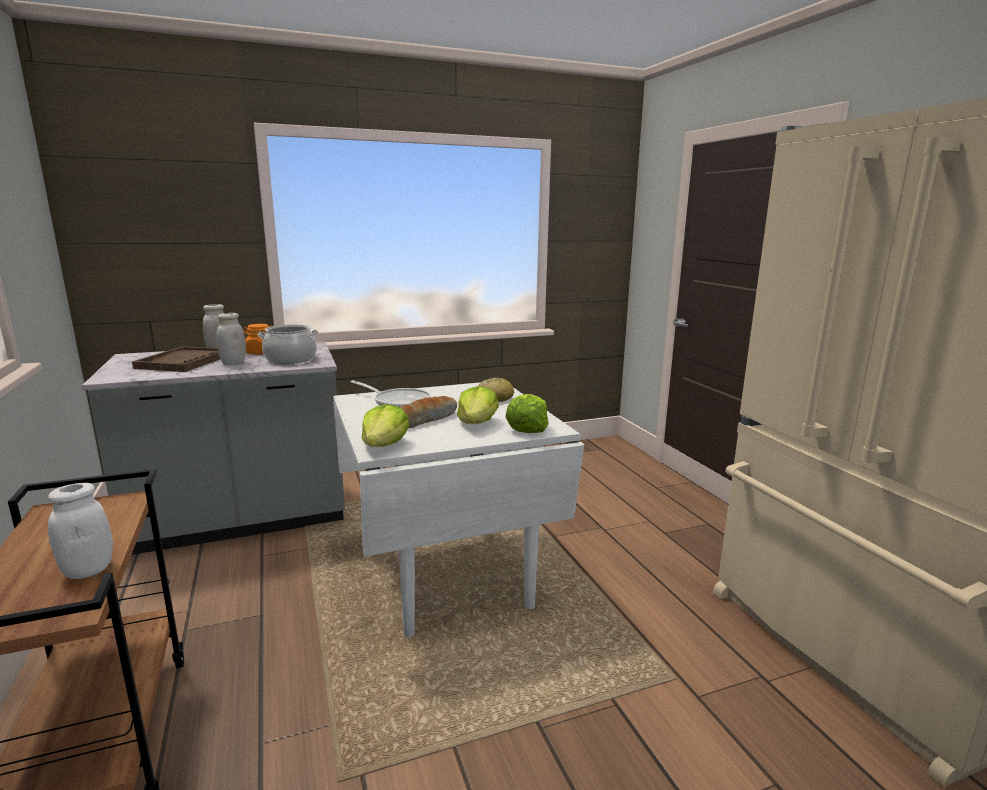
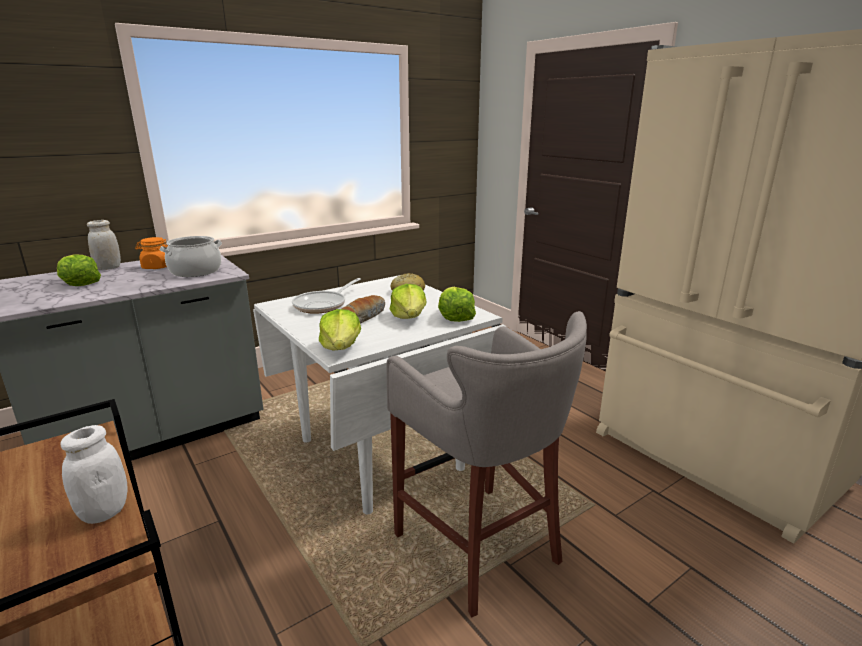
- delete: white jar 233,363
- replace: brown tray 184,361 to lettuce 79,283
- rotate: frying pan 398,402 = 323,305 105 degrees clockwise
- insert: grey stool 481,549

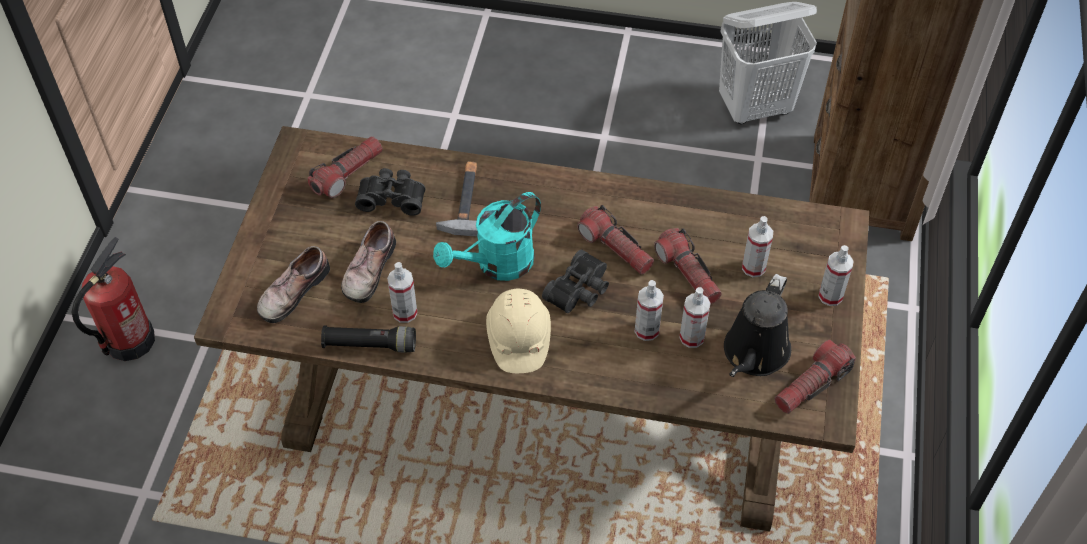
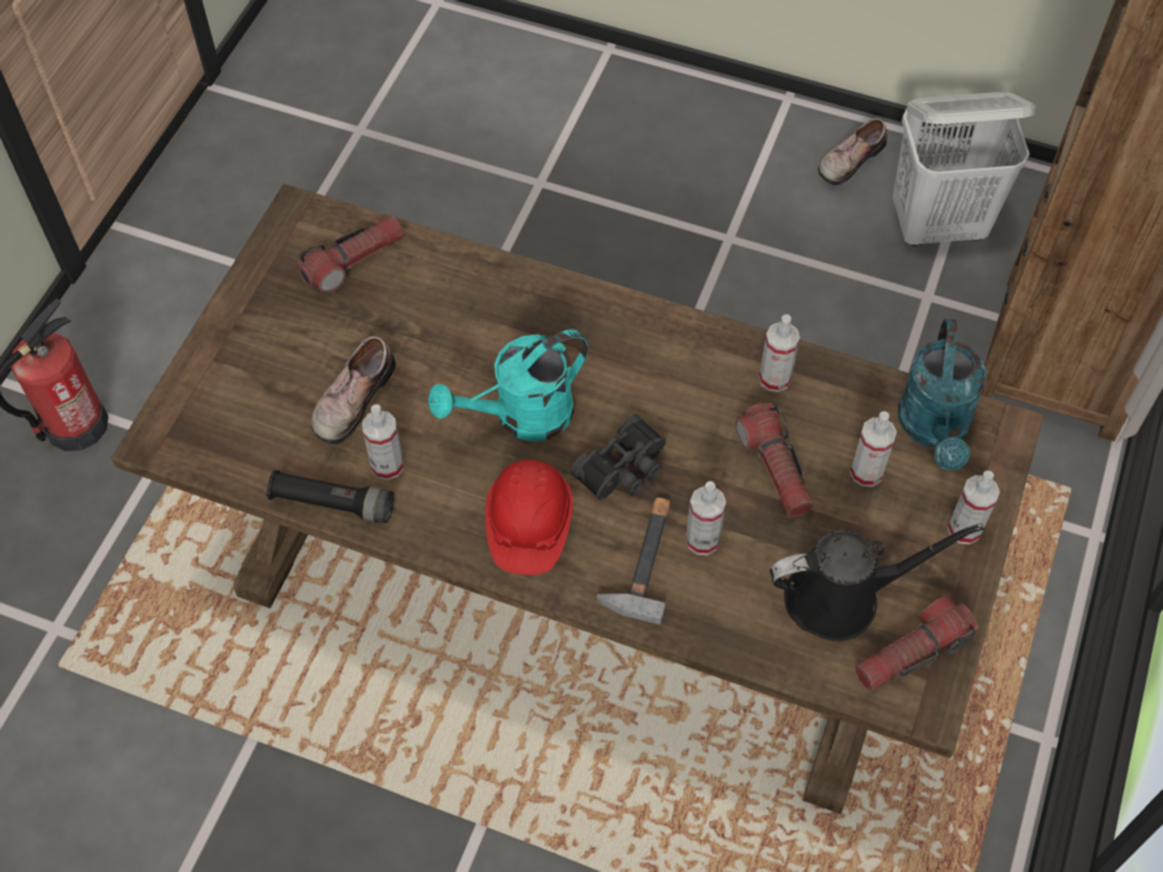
- move: hammer 464,200 to 643,559
- delete: black binoculars 392,197
- delete: flashlight 615,248
- move: shoe 292,291 to 849,159
- rotate: black watering can 754,354 = 841,597 135 degrees counterclockwise
- move: spray bottle 692,337 to 774,378
- recolor: beige hard hat 518,338 to red hard hat 528,525
- insert: turquoise watering can 934,430

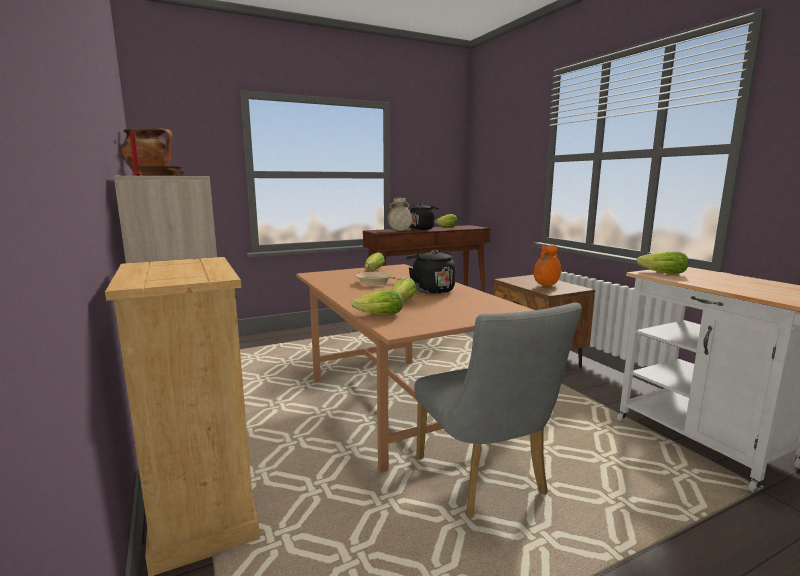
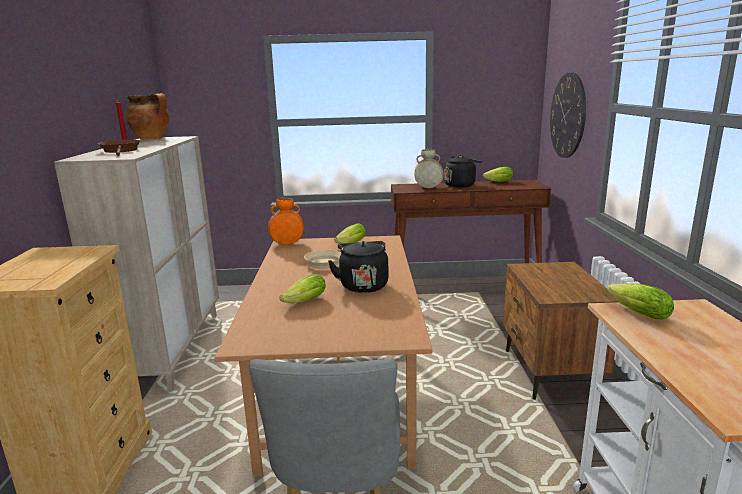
- move: orange vase 546,285 to 287,244
- delete: lettuce 377,315
- insert: wall clock 567,115

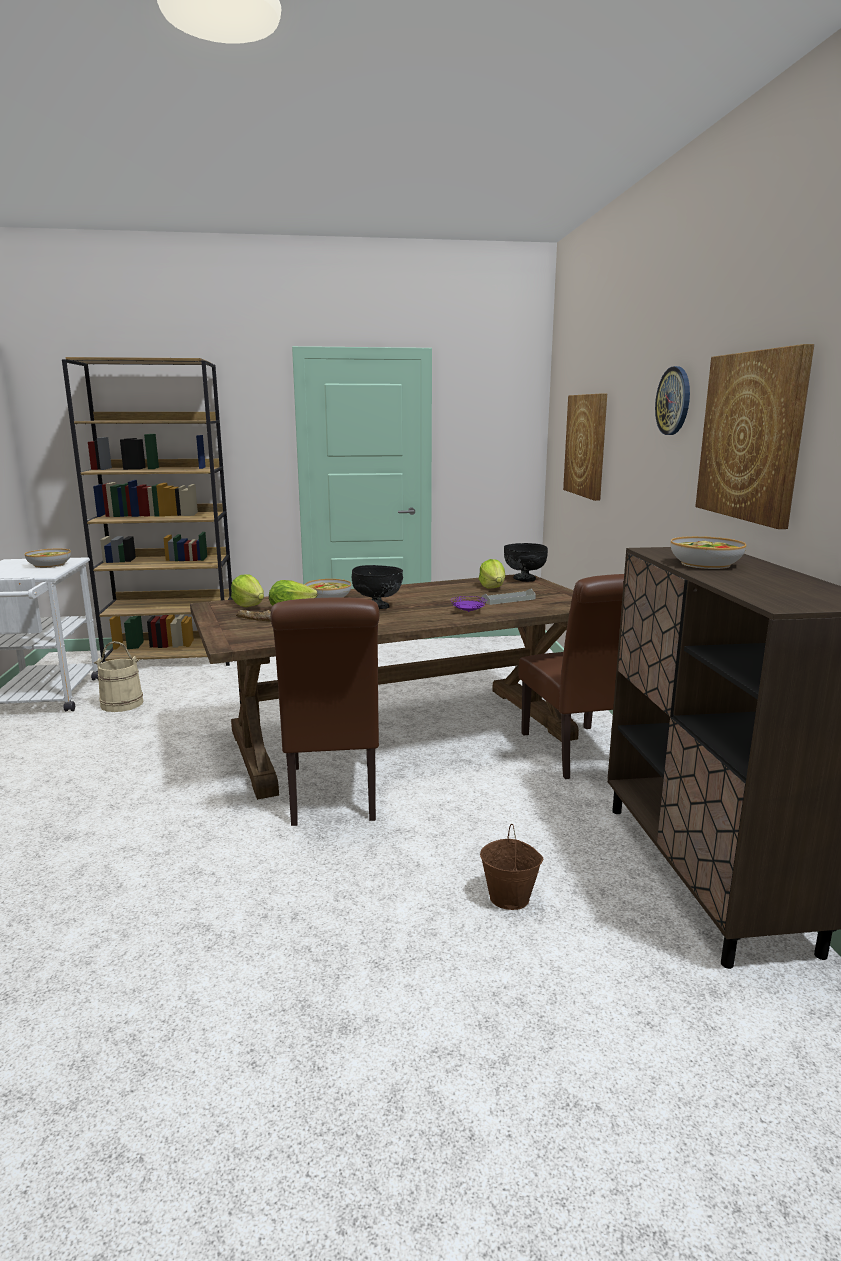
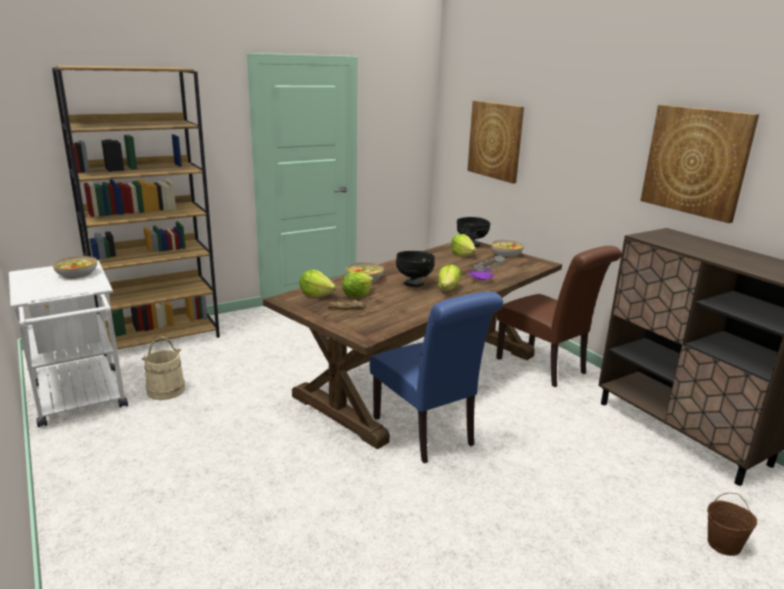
- delete: wall clock 674,401
- move: bowl 705,564 to 506,254
- recolor: brown chair 333,796 to blue chair 427,434
- move: brown bucket 510,897 to 724,544
- insert: lettuce 448,289

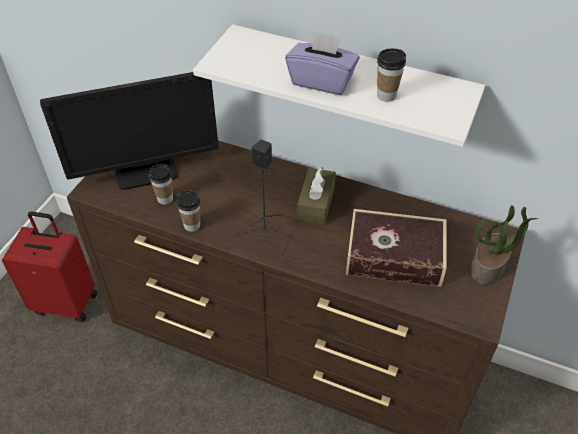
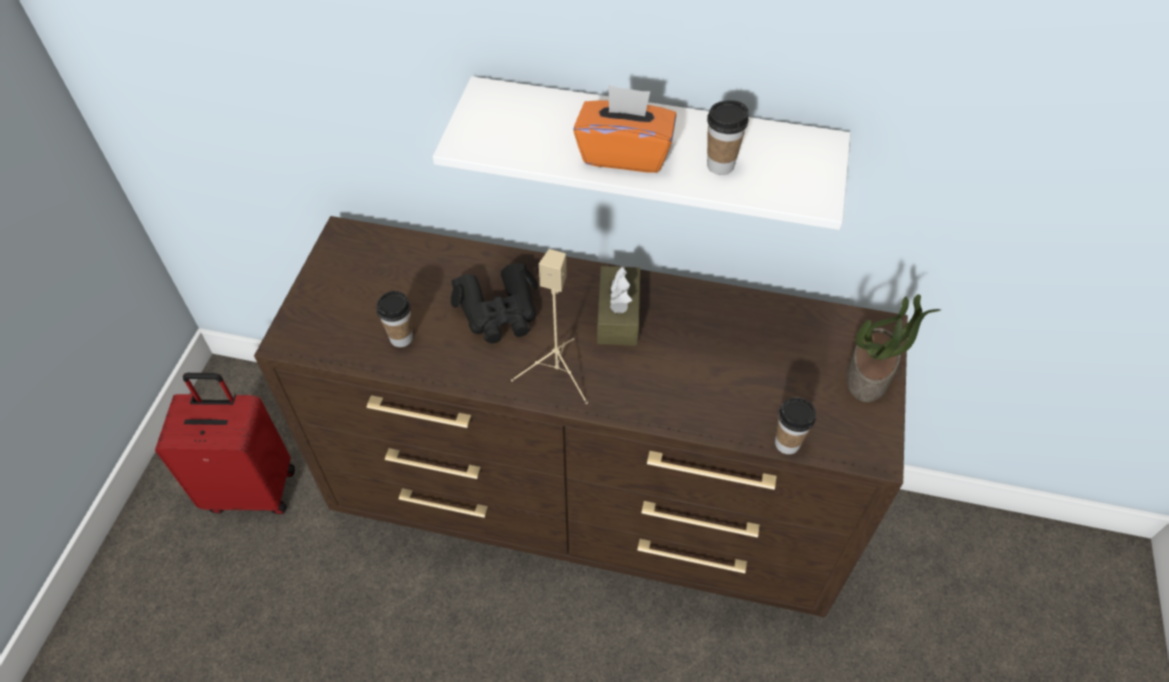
- recolor: purple tissue box 322,81 to orange tissue box 624,154
- delete: monitor 146,171
- recolor: black speaker 265,235 to beige speaker 558,374
- move: cup 192,225 to 787,443
- delete: book 394,256
- insert: black binoculars 499,312

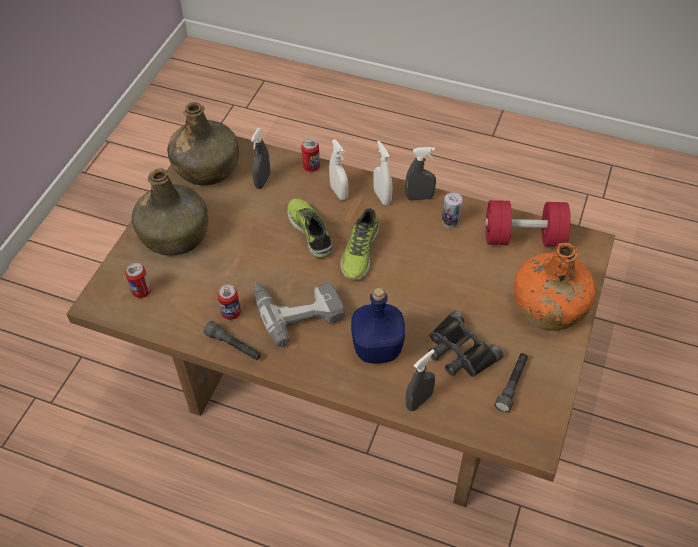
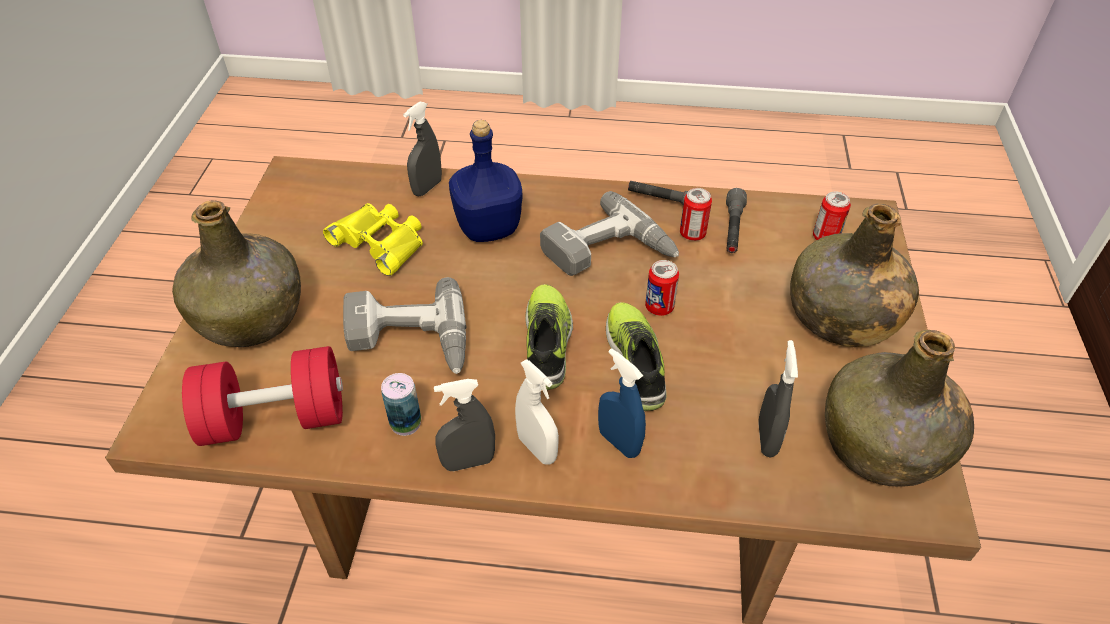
- move: can 311,167 to 659,307
- recolor: white spray bottle 339,192 to blue spray bottle 619,442
- rotate: shoe 311,231 = 637,361 150 degrees counterclockwise
- recolor: orange bottle 548,307 to green bottle 251,315
- recolor: black binoculars 459,351 to yellow binoculars 381,242
- move: grey flashlight 512,385 to 732,229
- insert: power drill 408,342

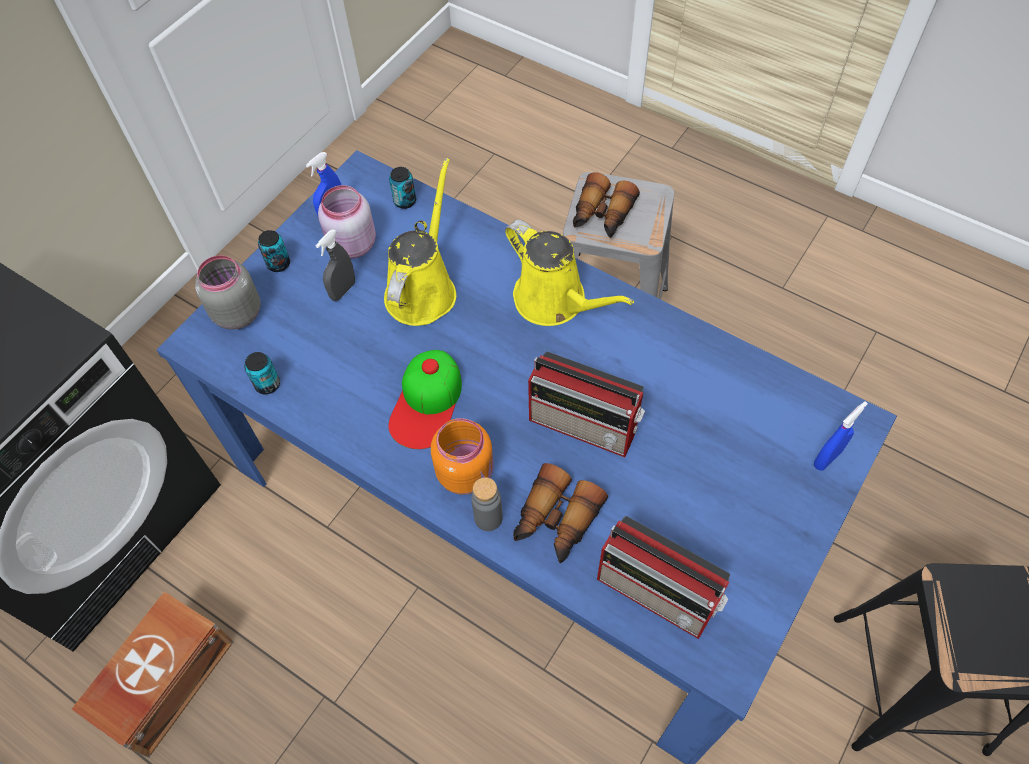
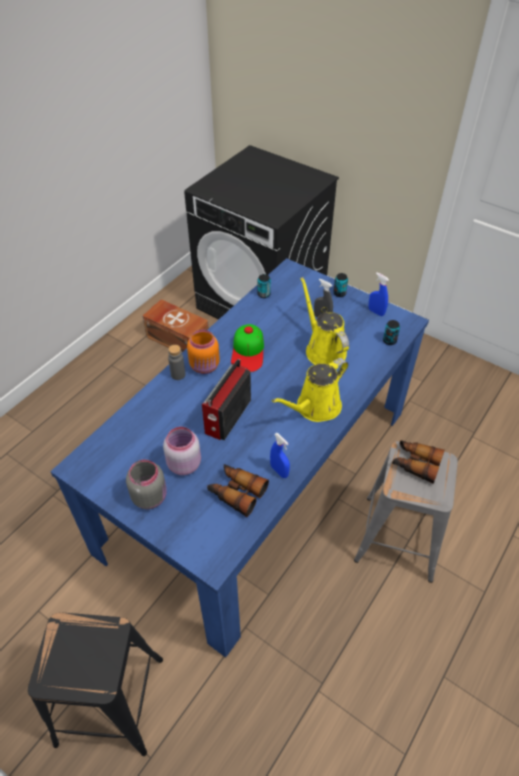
- rotate: yellow watering can 423,289 = 323,349 135 degrees counterclockwise
- move: pink jar 351,245 to 183,463
- move: grey jar 236,313 to 150,496
- rotate: cap 427,403 = 248,351 105 degrees counterclockwise
- move: blue spray bottle 827,458 to 279,471
- move: binoculars 556,521 to 236,492
- delete: radio 658,594

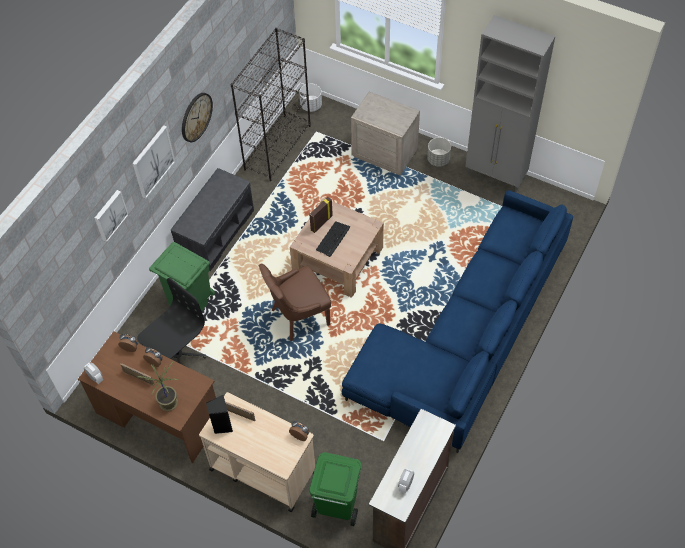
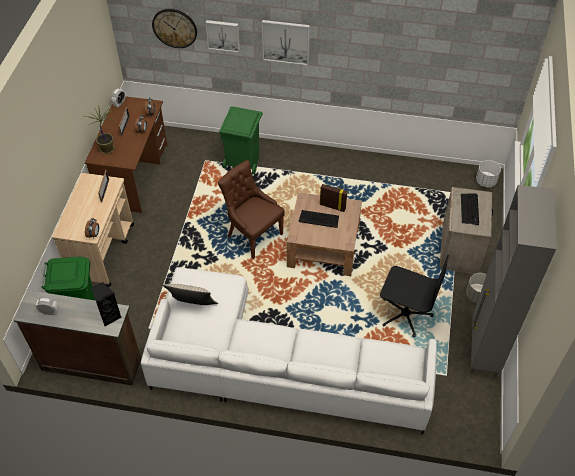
- delete: black bookcase 277,147
- move: wall clock 196,117 to 174,28
- delete: grey bench 216,232
- recolor: blue sofa 465,337 to white sofa 276,367
- move: black office chair 177,355 to 405,313
- move: black speaker 222,425 to 109,316
- insert: keyboard 469,209
- insert: beige pillow 193,306

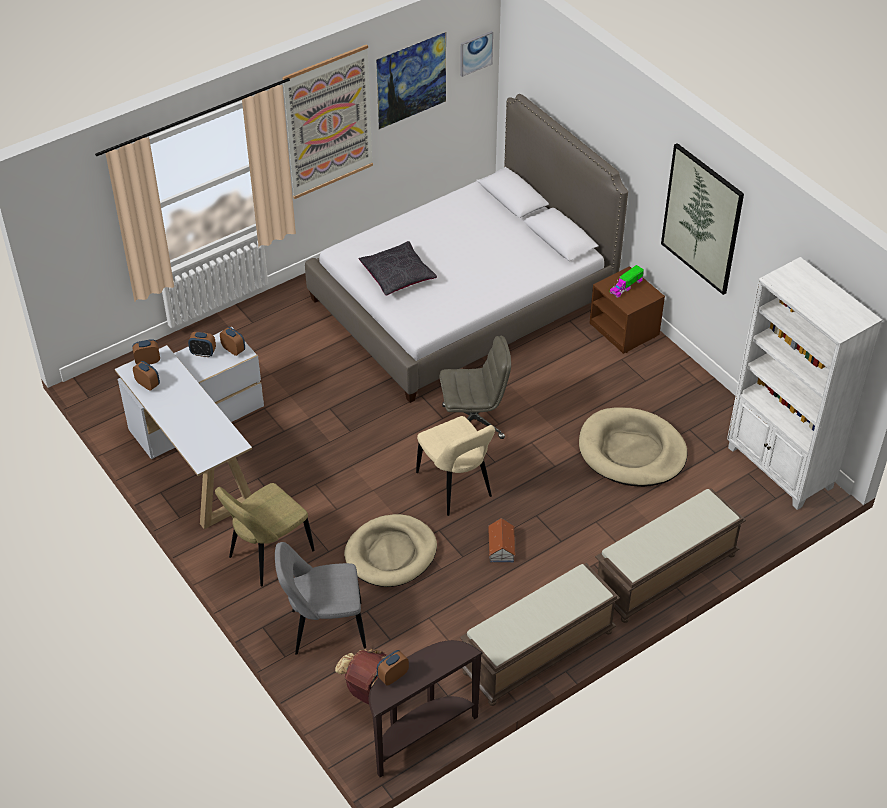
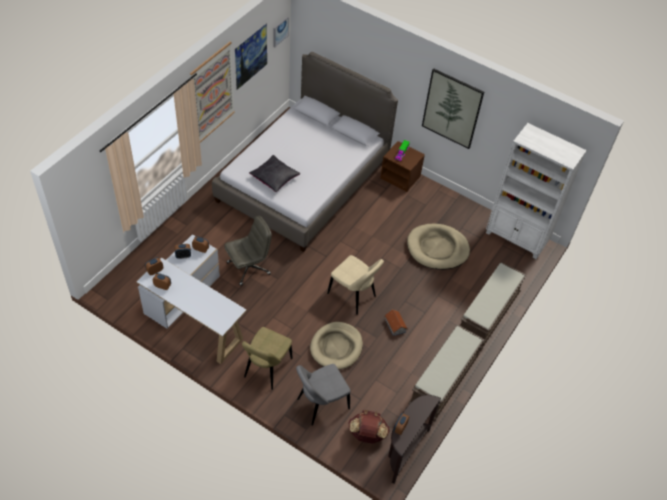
- move: grey office chair 474,421 to 249,268

